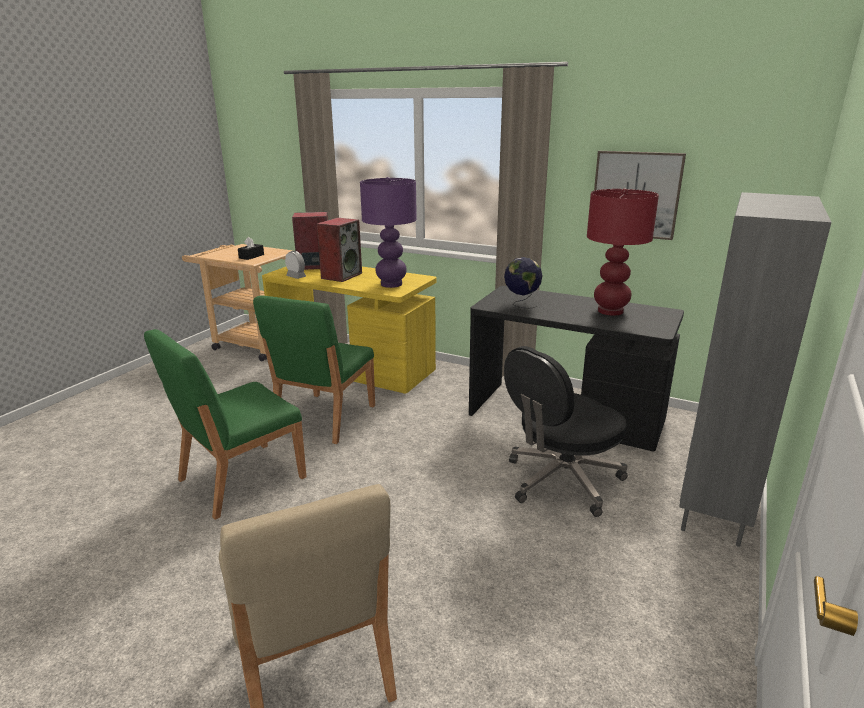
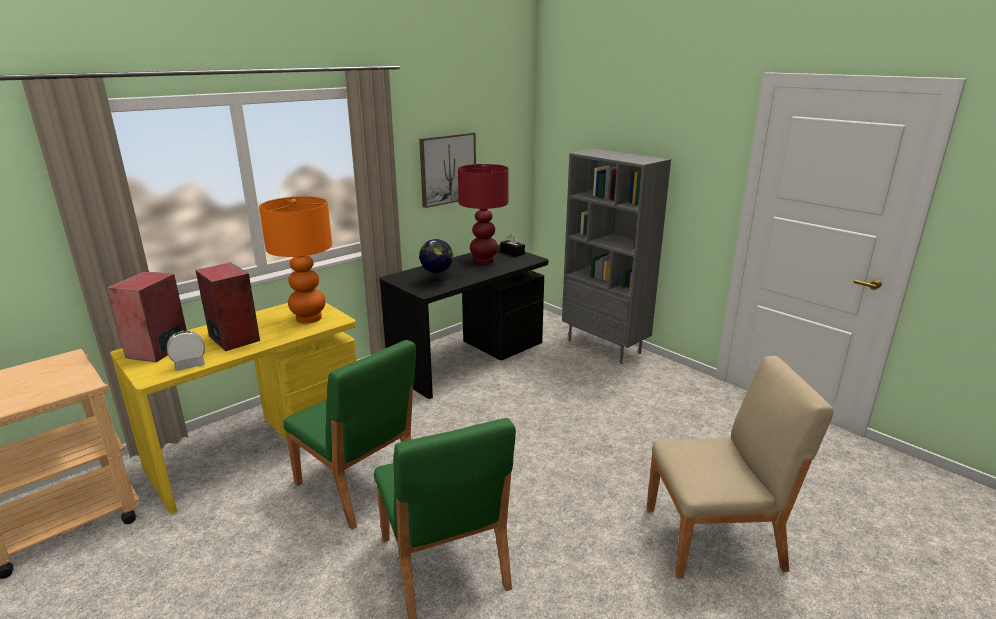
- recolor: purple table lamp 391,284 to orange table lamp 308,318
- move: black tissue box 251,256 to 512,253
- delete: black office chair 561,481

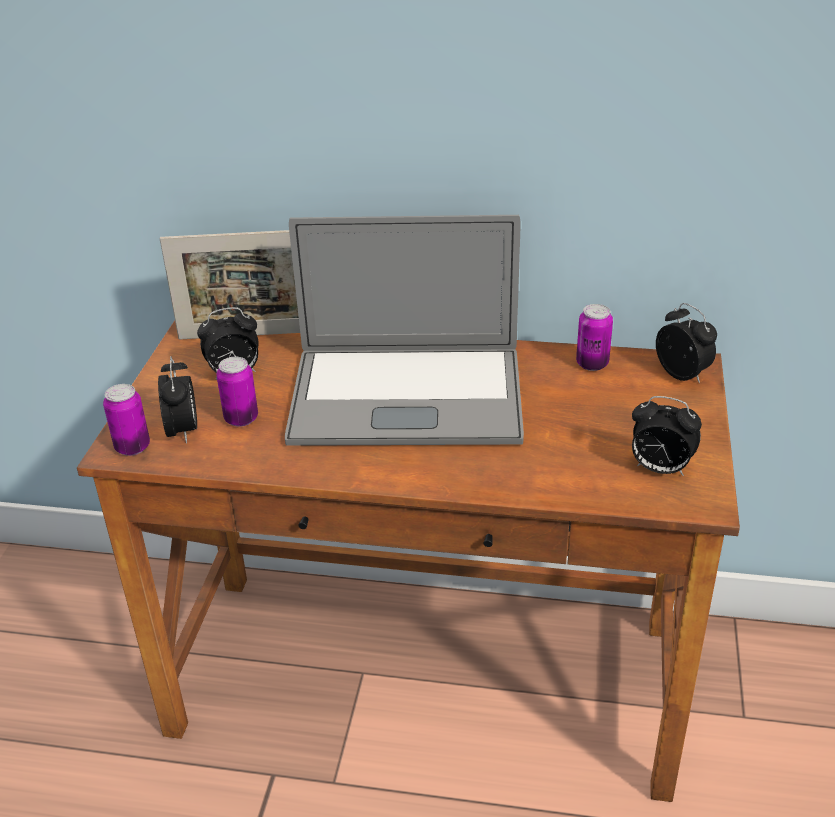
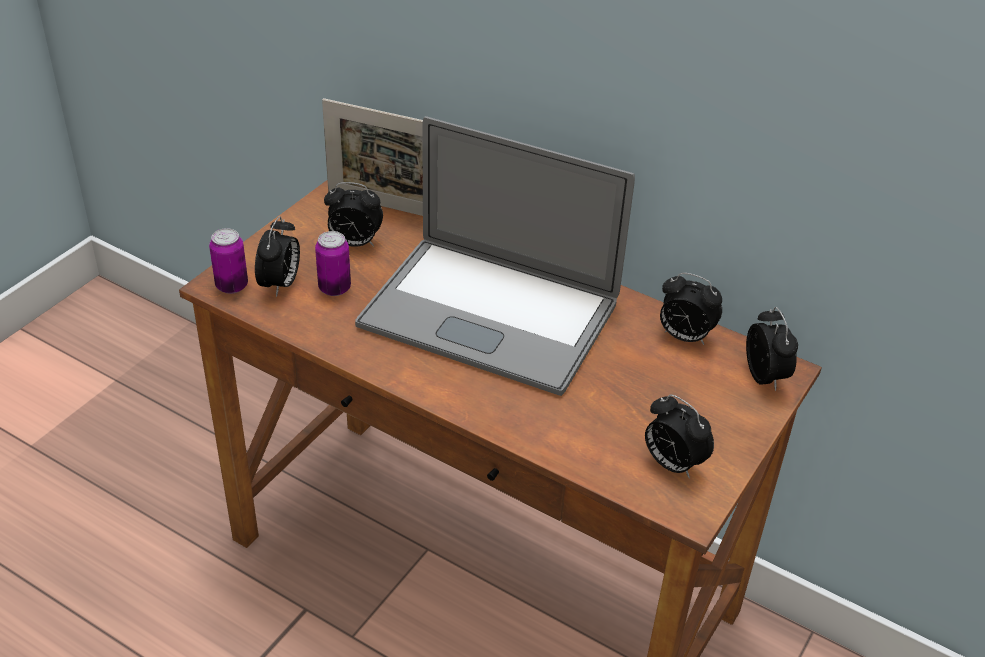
- replace: can 592,364 to alarm clock 684,336

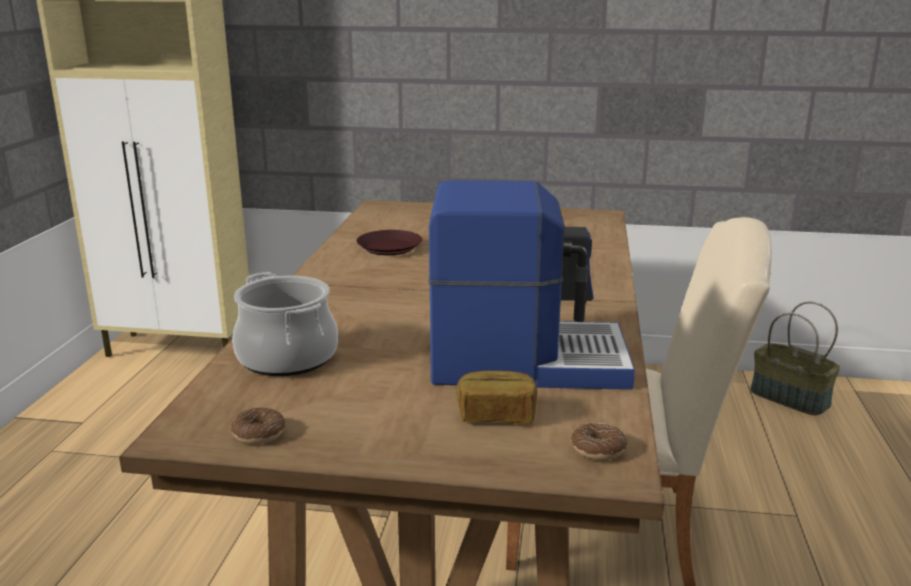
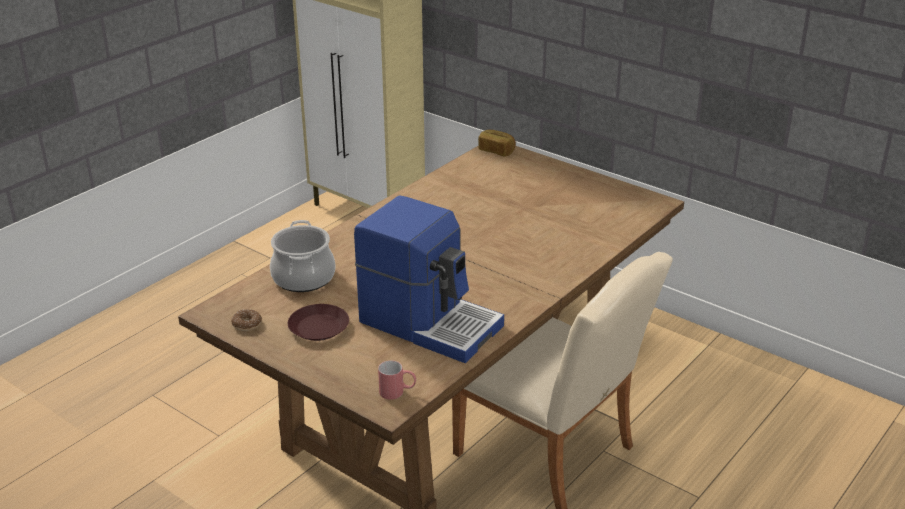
- move: brown plate 389,247 to 318,327
- delete: basket 788,398
- move: bread 496,415 to 496,151
- replace: donut 598,449 to red mug 397,392

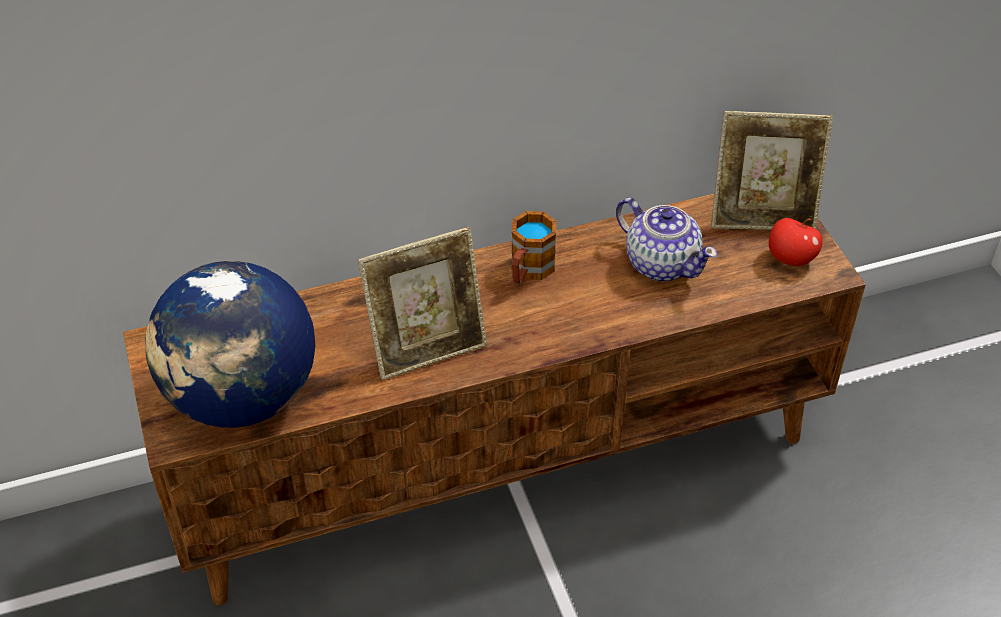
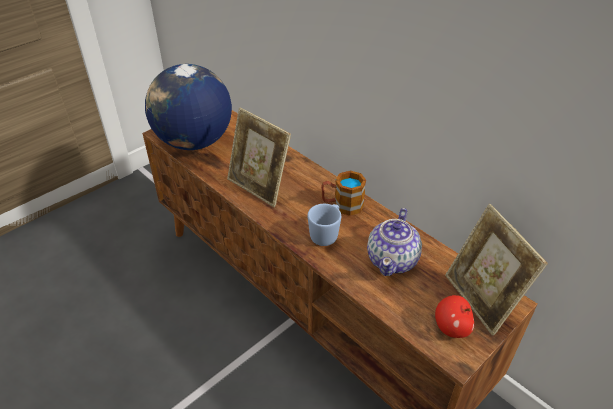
- insert: blue mug 326,234

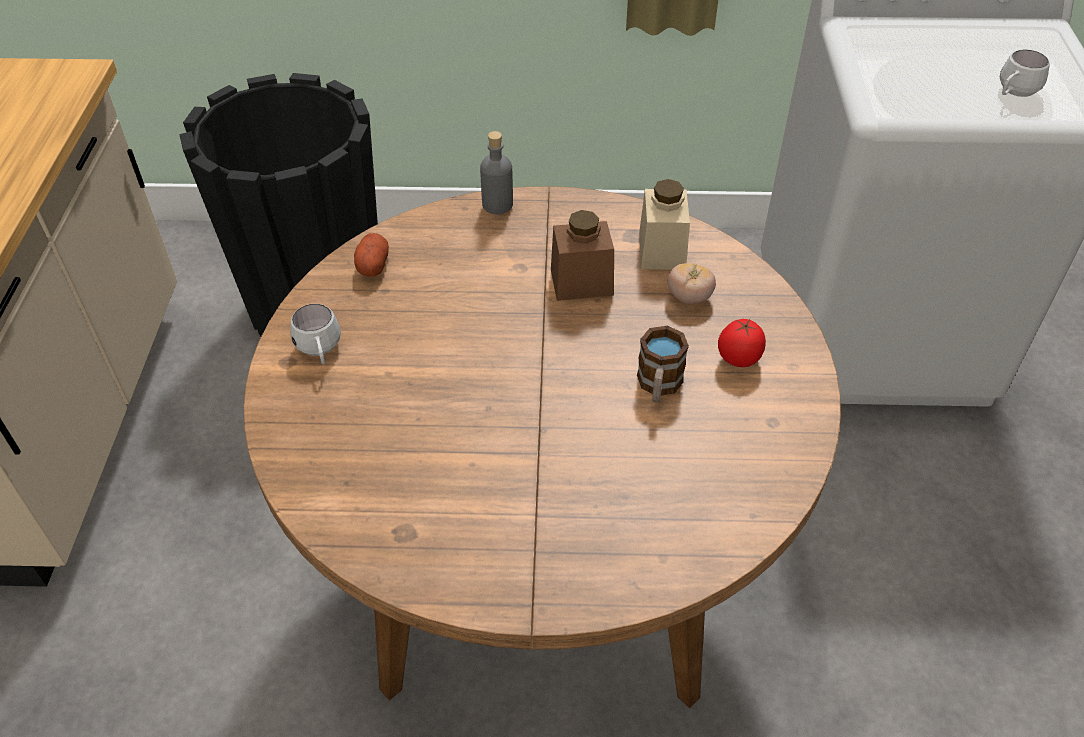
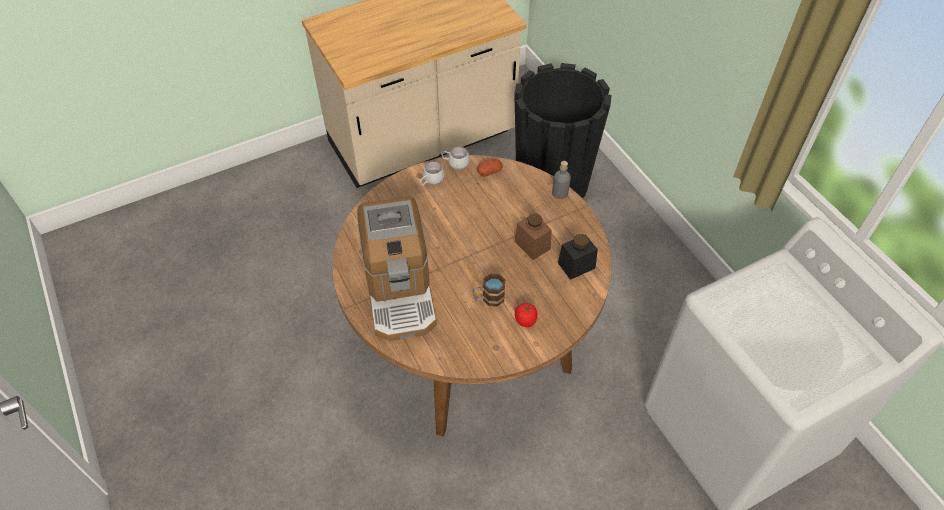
- move: white mug 1013,94 to 455,164
- recolor: beige jar 662,250 to black jar 576,265
- delete: tomato 689,297
- insert: coffee machine 399,292

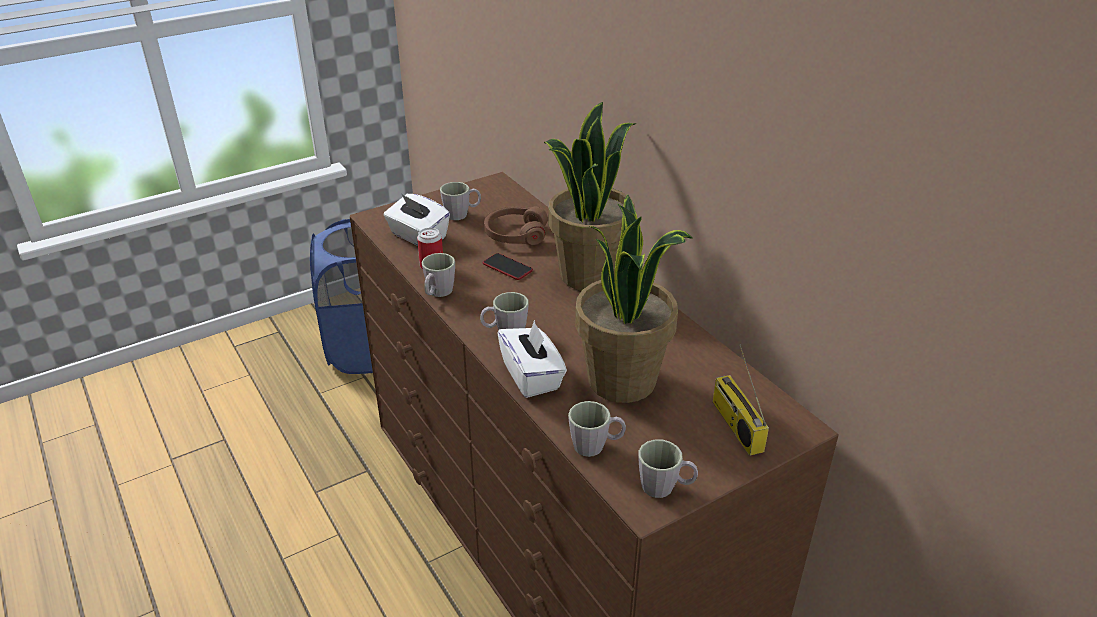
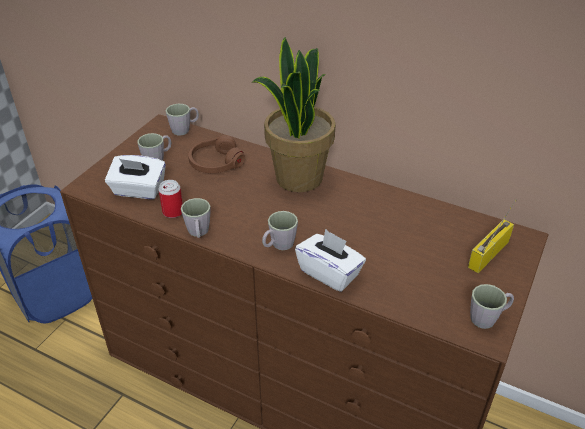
- delete: potted plant 623,381
- delete: phone 507,267
- rotate: radio 735,425 = 488,253 90 degrees clockwise
- move: grey mug 596,446 to 184,129

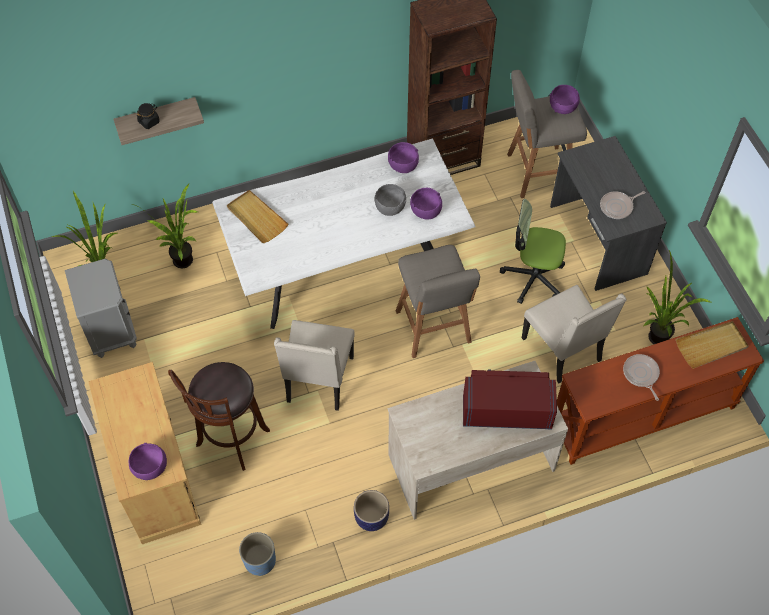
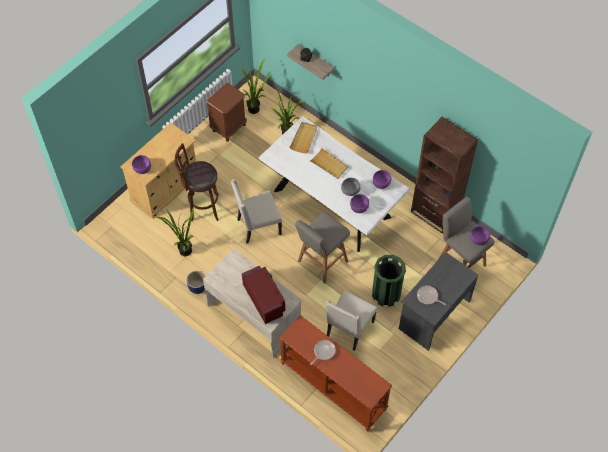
- replace: office chair 533,277 to green trash can 386,294
- move: potted plant 654,340 to 183,250
- recolor: grey nightstand 111,332 to brown nightstand 229,127
- move: beige tray 711,346 to 329,164
- delete: blue planter 259,561

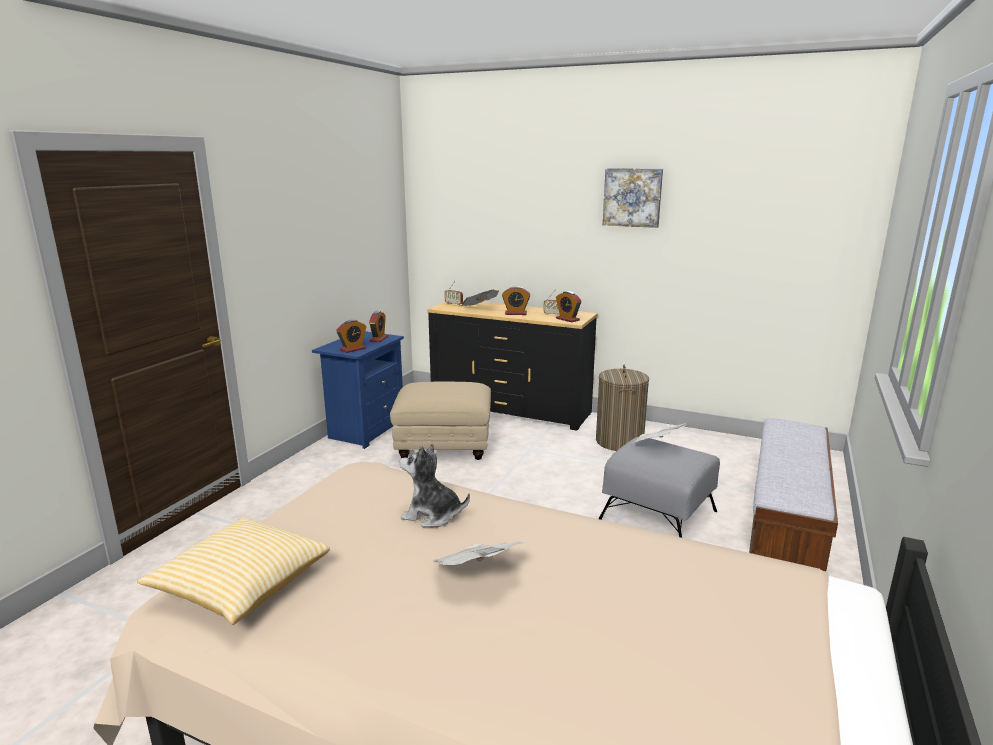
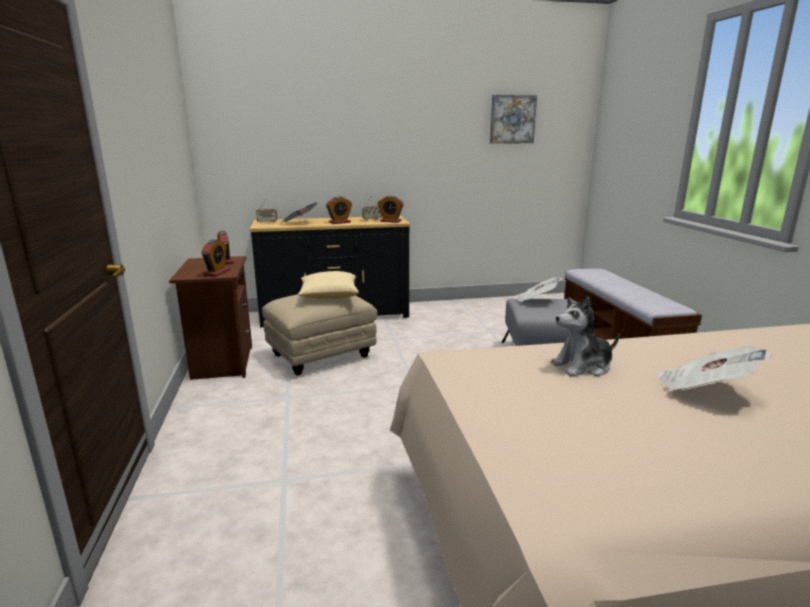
- move: picture 632,197 to 512,119
- recolor: blue nightstand 365,430 to brown nightstand 222,362
- delete: laundry basket 619,441
- move: pillow 242,586 to 329,296

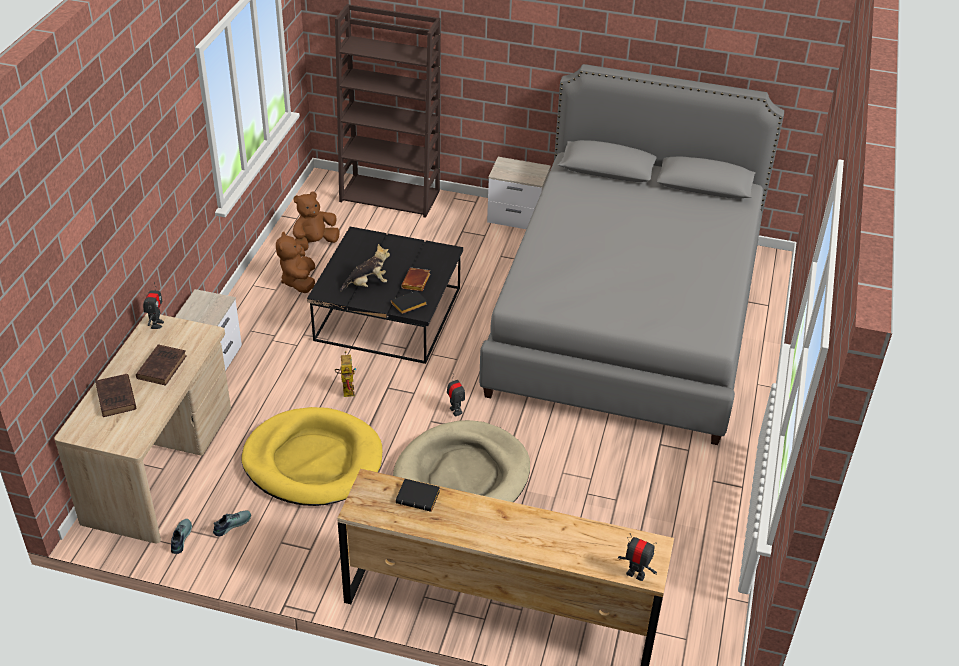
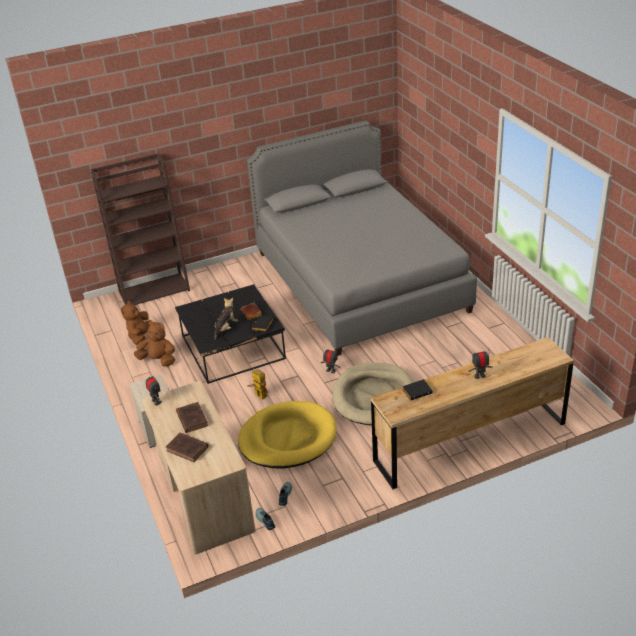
- delete: nightstand 518,218
- rotate: brown plush toy 299,281 = 158,360 150 degrees clockwise
- move: toy robot 635,574 to 479,376

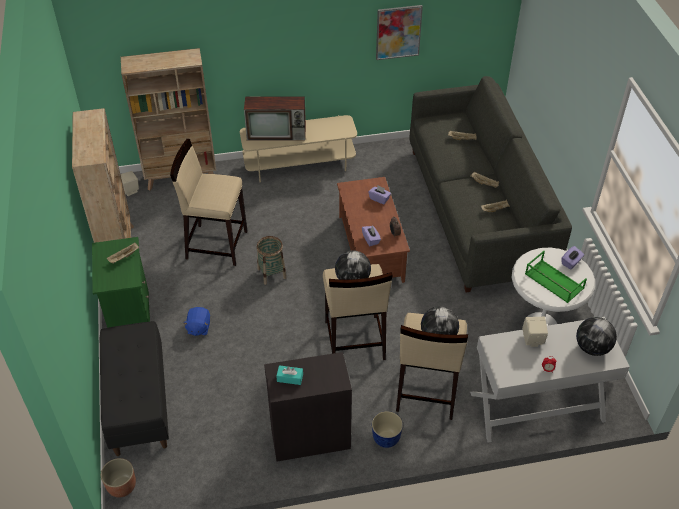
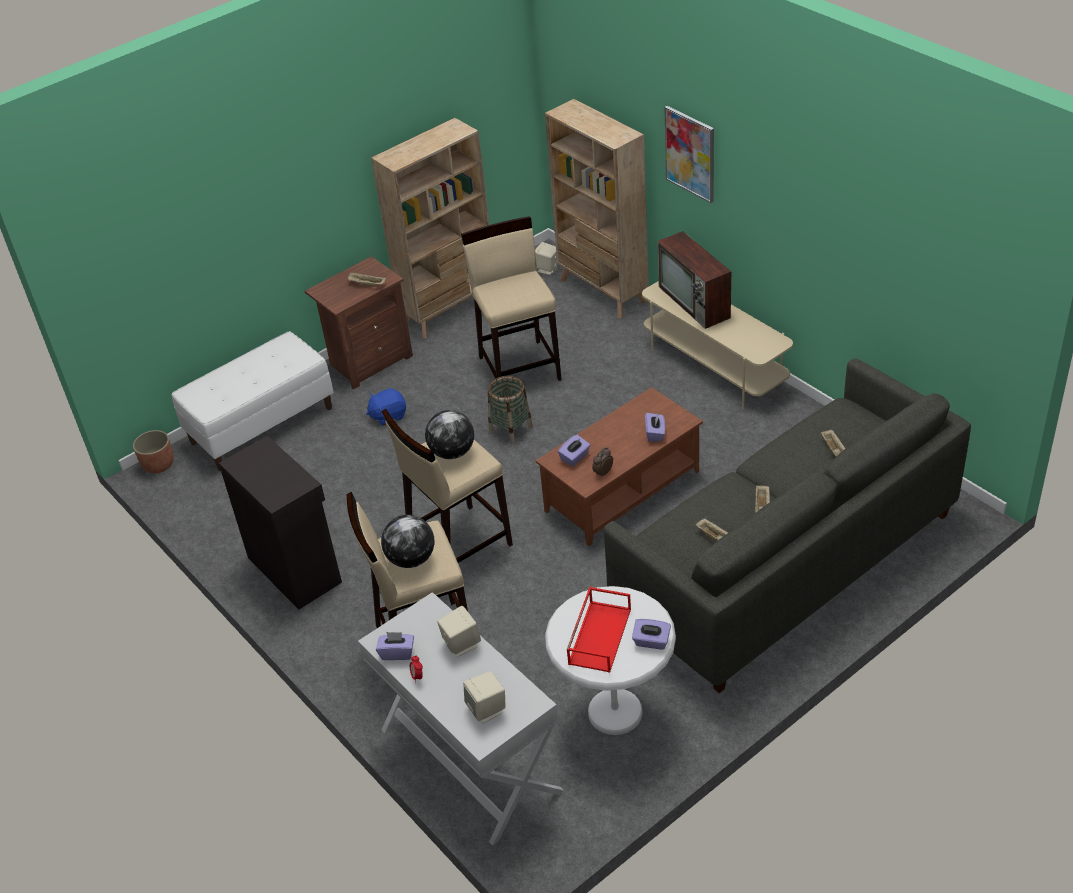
- move: picture 398,32 to 690,154
- recolor: green nightstand 129,315 to brown nightstand 369,361
- recolor: green tray 553,281 to red tray 599,635
- replace: globe 592,347 to beige speaker 487,709
- recolor: black bench 138,403 to white bench 262,425
- delete: turquoise tissue box 290,378
- delete: planter 386,439
- insert: purple tissue box 397,653

